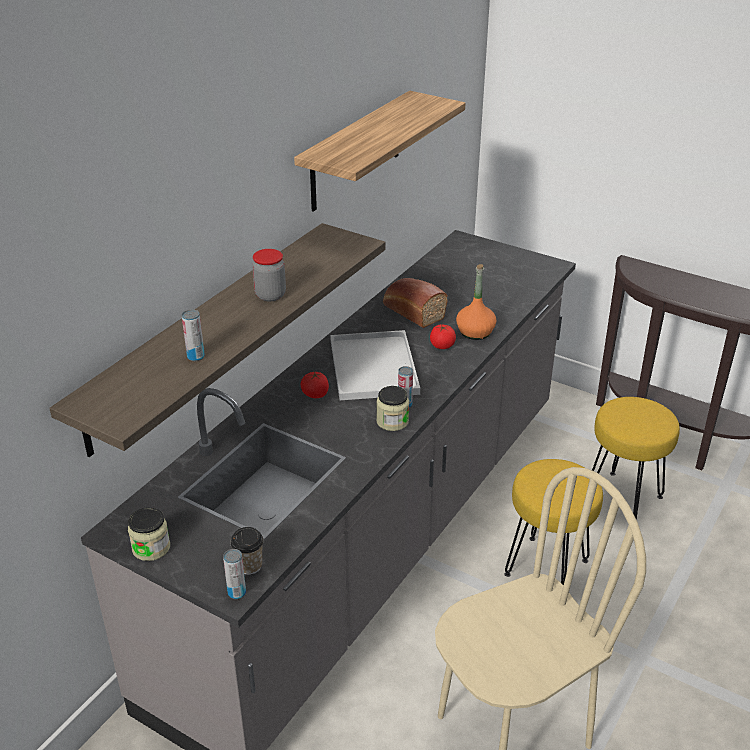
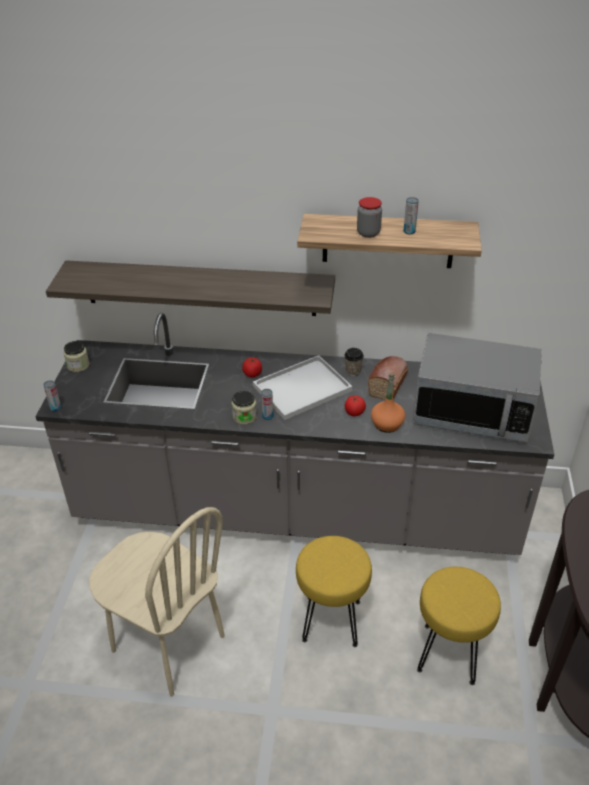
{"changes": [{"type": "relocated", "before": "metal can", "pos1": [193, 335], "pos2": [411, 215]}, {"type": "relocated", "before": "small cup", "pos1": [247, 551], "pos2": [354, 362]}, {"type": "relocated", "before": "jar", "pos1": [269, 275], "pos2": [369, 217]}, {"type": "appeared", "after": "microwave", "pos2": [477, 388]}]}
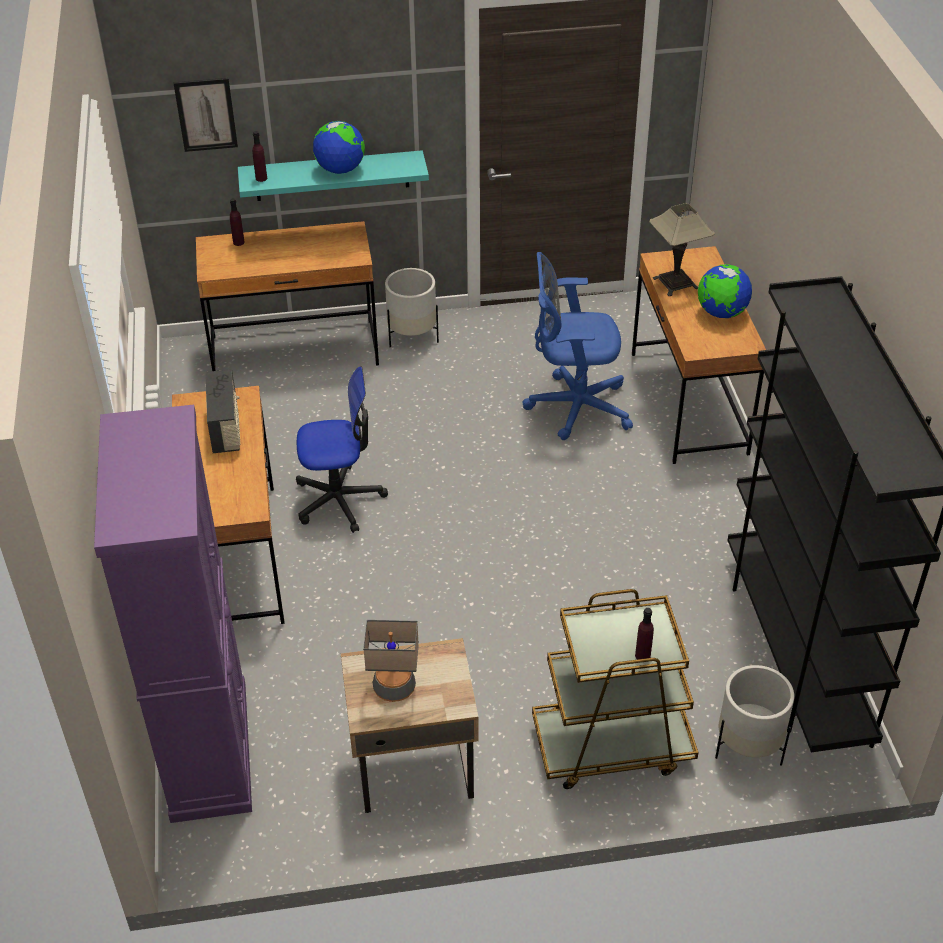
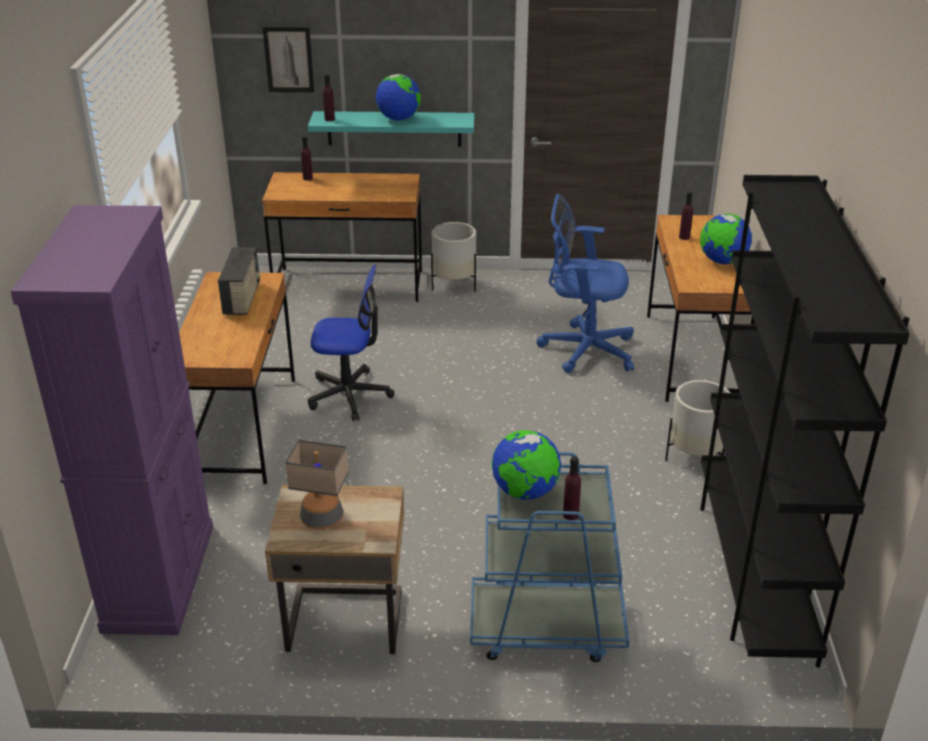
{"changes": [{"type": "colour", "before": "wheeled cart (brown)", "after": "wheeled cart (blue-coloured)", "pos1": [615, 689], "pos2": [549, 557]}, {"type": "exchanged", "before": "tabletop lamp", "after": "drink bottle (purple)", "pos1": [682, 249], "pos2": [686, 216]}, {"type": "relocated", "before": "planter (white-coloured)", "pos1": [754, 715], "pos2": [697, 420]}, {"type": "appeared", "after": "globe", "pos2": [526, 465]}]}
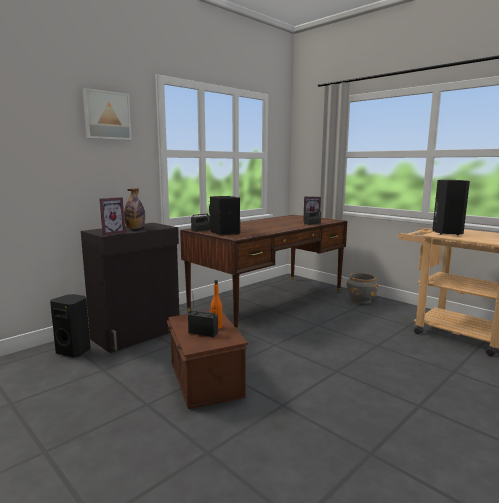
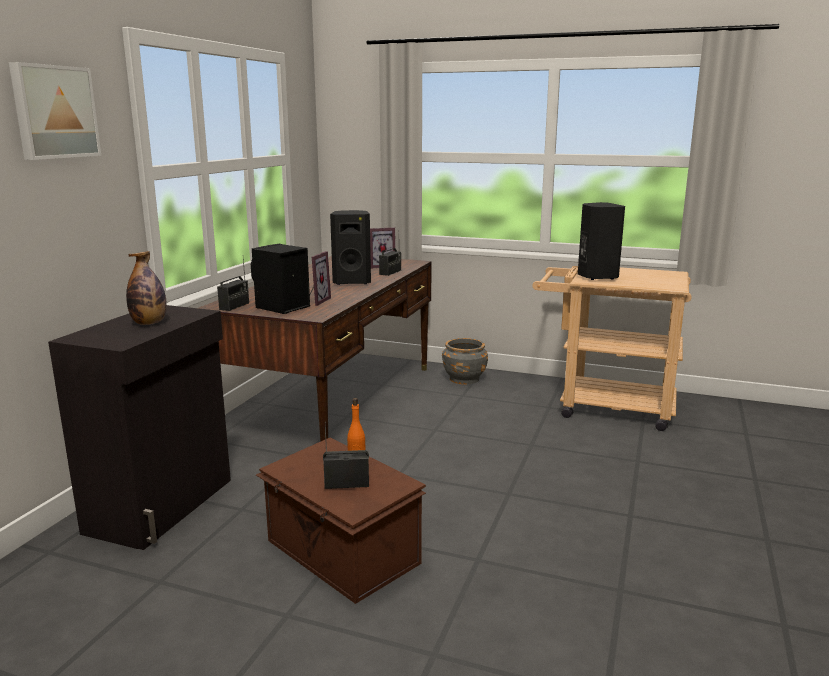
{"changes": [{"type": "relocated", "before": "loudspeaker (black)", "pos1": [70, 326], "pos2": [350, 247]}, {"type": "relocated", "before": "standing frame", "pos1": [112, 216], "pos2": [320, 278]}]}
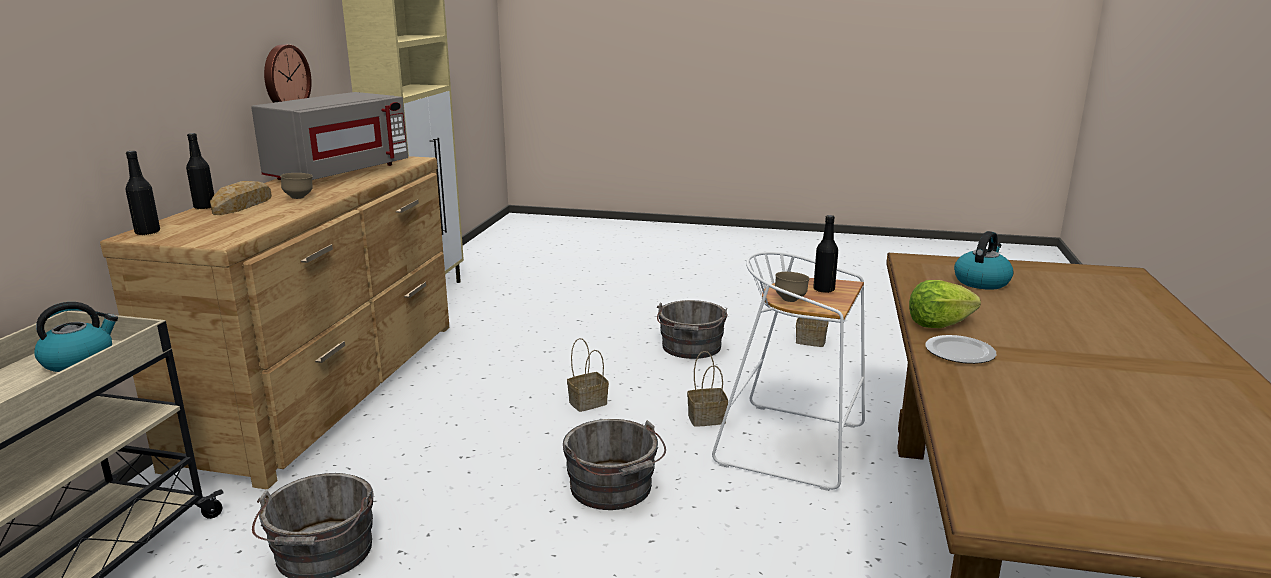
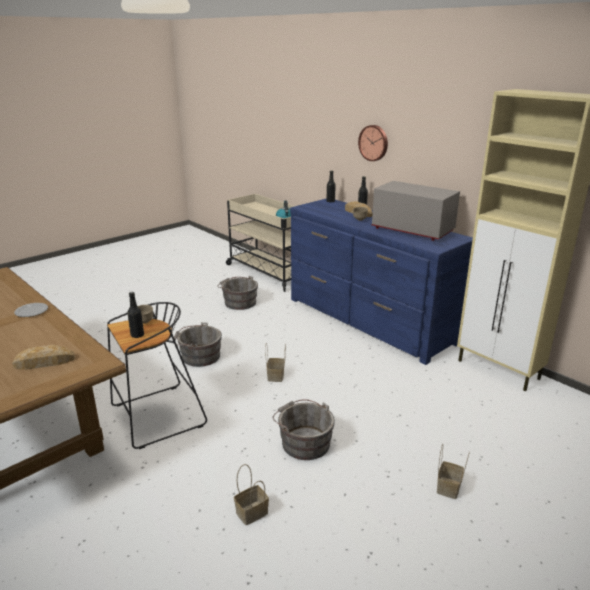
{"changes": [{"type": "colour", "before": "dresser (brown)", "after": "dresser (blue-coloured)", "pos1": [274, 322], "pos2": [381, 281]}, {"type": "spun", "before": "microwave (grey)", "pos1": [329, 136], "pos2": [415, 211], "turn": 150}, {"type": "relocated", "before": "wall clock", "pos1": [288, 74], "pos2": [373, 143]}, {"type": "relocated", "before": "storage basket", "pos1": [707, 389], "pos2": [453, 471]}, {"type": "colour", "before": "sitting stool (white-coloured)", "after": "sitting stool (black)", "pos1": [788, 371], "pos2": [157, 375]}, {"type": "missing", "before": "lettuce head", "pos1": [945, 304]}, {"type": "exchanged", "before": "kettle", "after": "bread", "pos1": [984, 260], "pos2": [43, 357]}]}
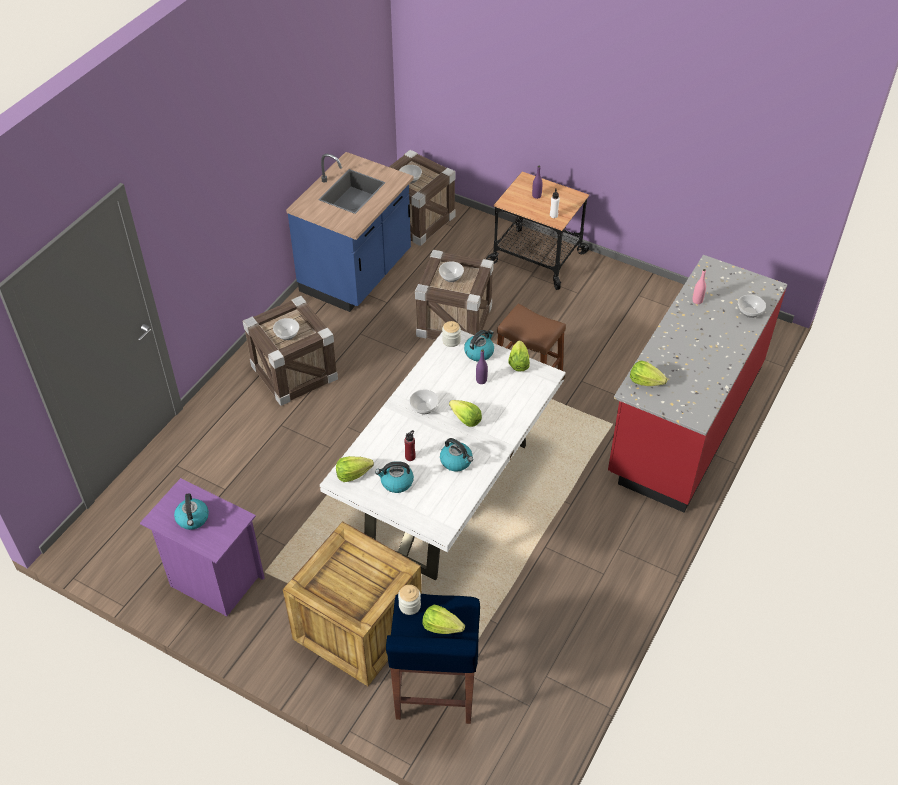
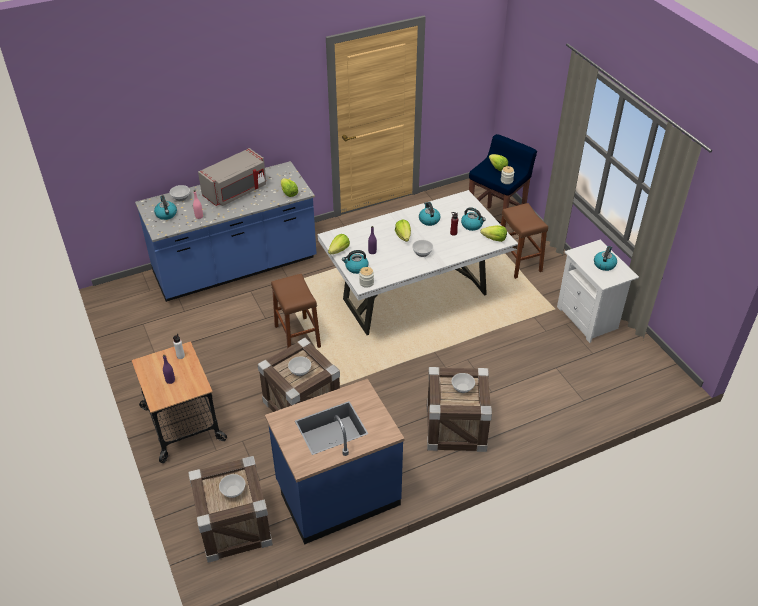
{"changes": [{"type": "colour", "before": "night table (purple)", "after": "night table (white-coloured)", "pos1": [202, 547], "pos2": [598, 291]}, {"type": "exchanged", "before": "shipping crate", "after": "sitting stool (brown)", "pos1": [352, 603], "pos2": [524, 241]}, {"type": "colour", "before": "kitchen counter (red)", "after": "kitchen counter (blue-coloured)", "pos1": [697, 384], "pos2": [226, 231]}, {"type": "appeared", "after": "kettle", "pos2": [165, 208]}, {"type": "appeared", "after": "microwave (grey)", "pos2": [232, 177]}]}
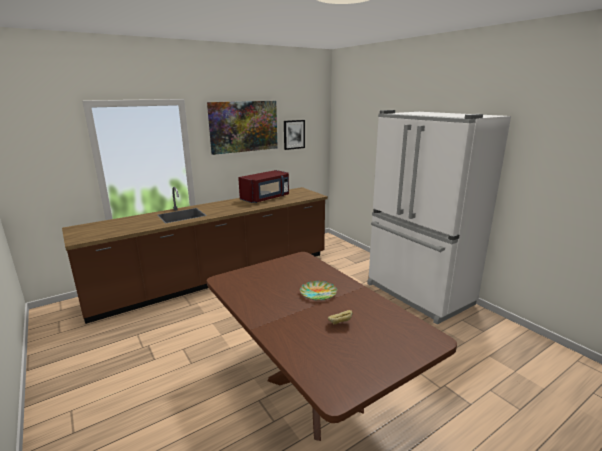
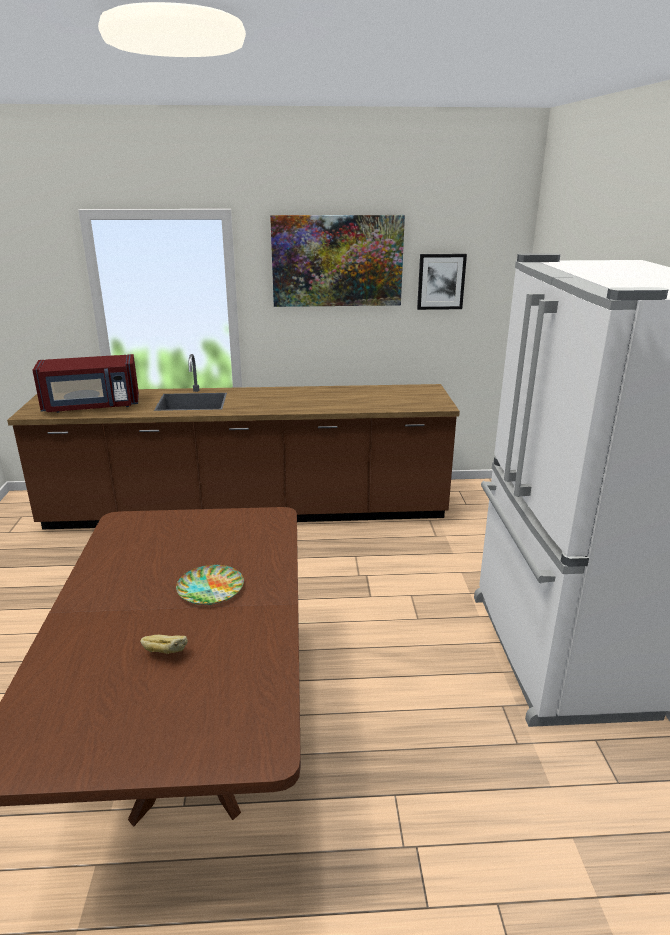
{"changes": [{"type": "relocated", "before": "microwave (red)", "pos1": [263, 186], "pos2": [85, 383]}]}
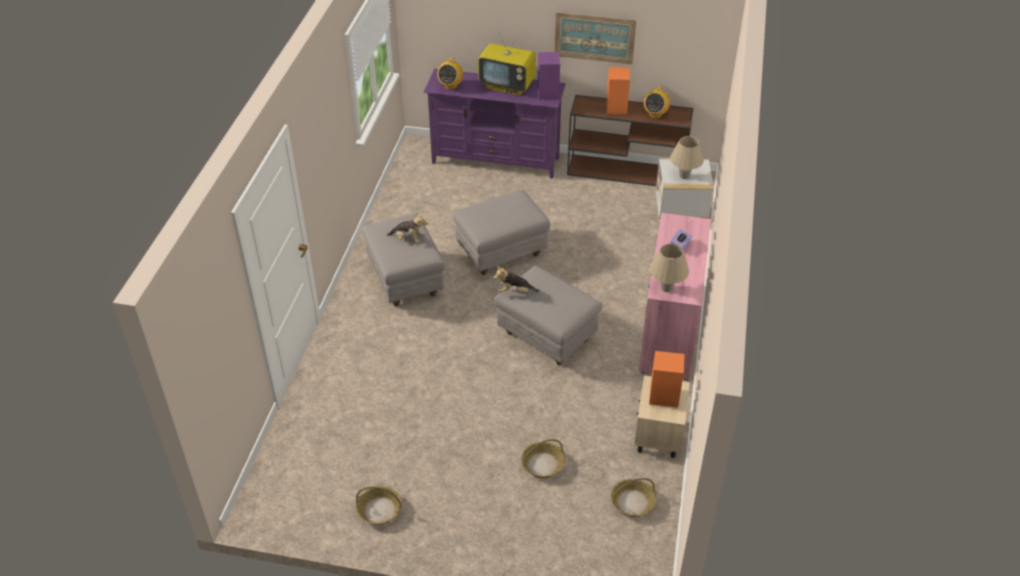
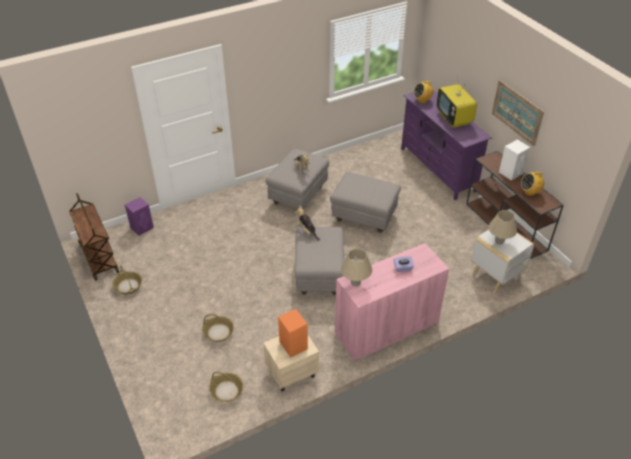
{"changes": [{"type": "relocated", "before": "loudspeaker (purple)", "pos1": [548, 76], "pos2": [139, 216]}, {"type": "colour", "before": "loudspeaker (orange-coloured)", "after": "loudspeaker (white-coloured)", "pos1": [618, 90], "pos2": [514, 160]}, {"type": "appeared", "after": "wheeled cart (brown)", "pos2": [94, 237]}]}
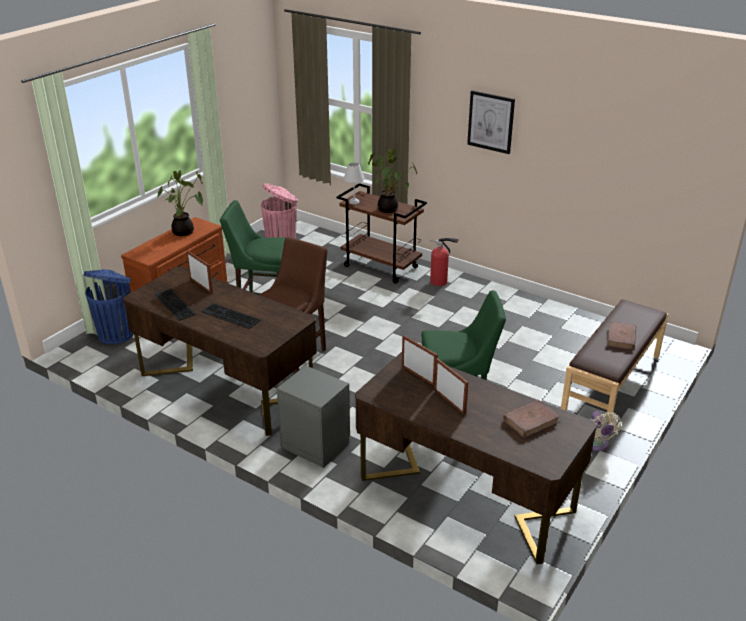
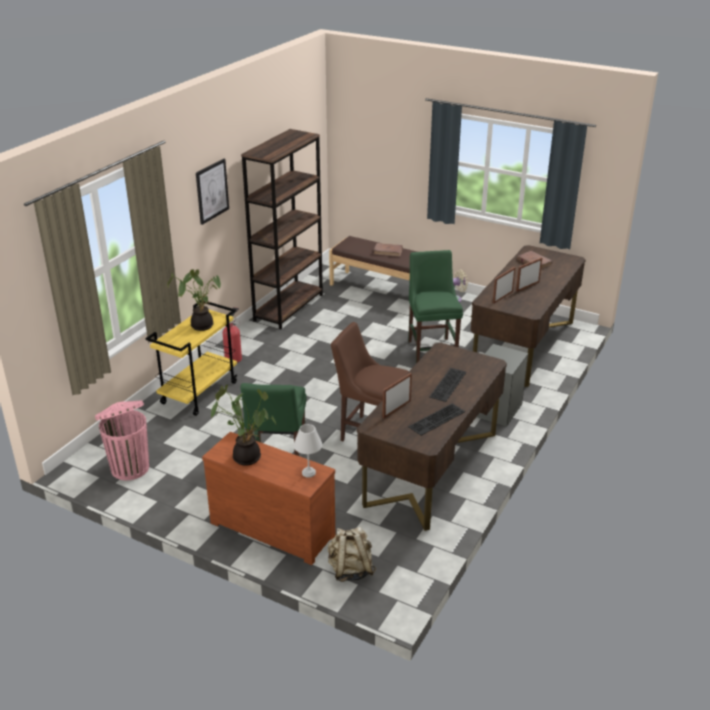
{"changes": [{"type": "exchanged", "before": "waste bin (blue-coloured)", "after": "knapsack (beige-coloured)", "pos1": [109, 306], "pos2": [352, 554]}, {"type": "colour", "before": "wheeled cart (brown)", "after": "wheeled cart (yellow-coloured)", "pos1": [381, 233], "pos2": [191, 358]}, {"type": "relocated", "before": "tabletop lamp (white-coloured)", "pos1": [354, 183], "pos2": [307, 451]}, {"type": "appeared", "after": "bookshelf (brown)", "pos2": [282, 229]}]}
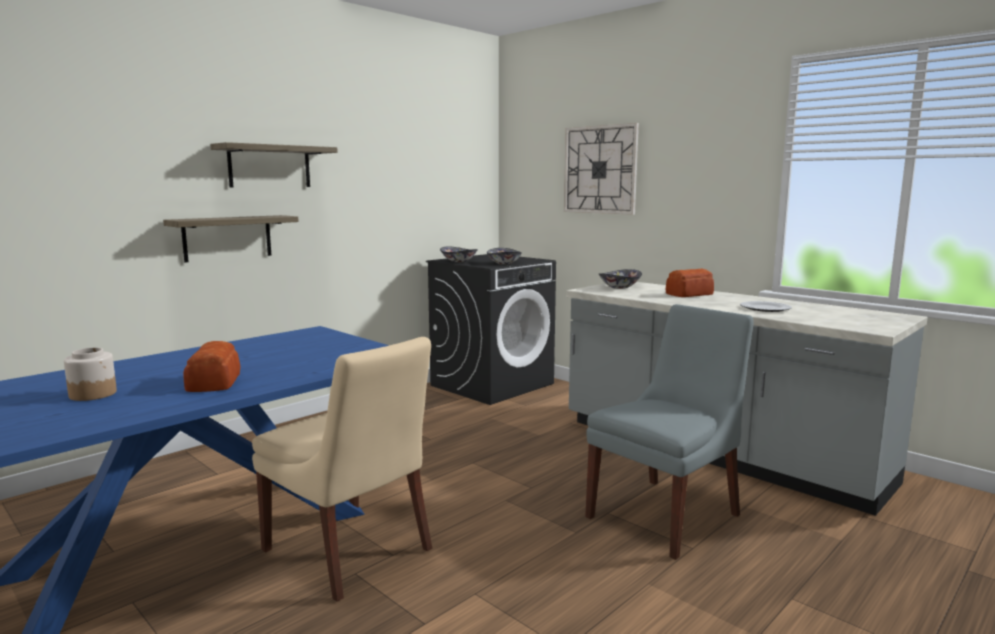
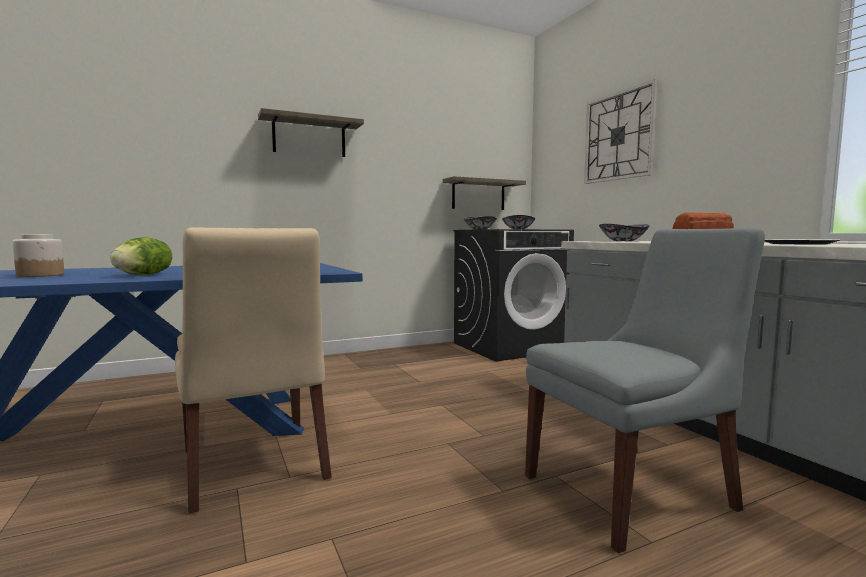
{"changes": [{"type": "relocated", "before": "bracket shelf", "pos1": [231, 238], "pos2": [484, 193]}, {"type": "exchanged", "before": "bread", "after": "lettuce head", "pos1": [212, 366], "pos2": [141, 256]}]}
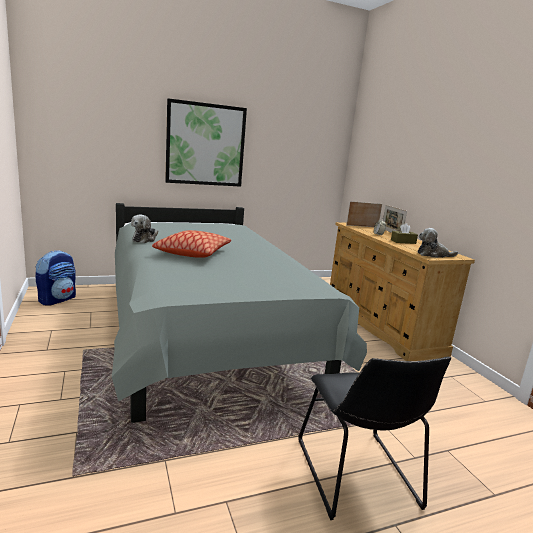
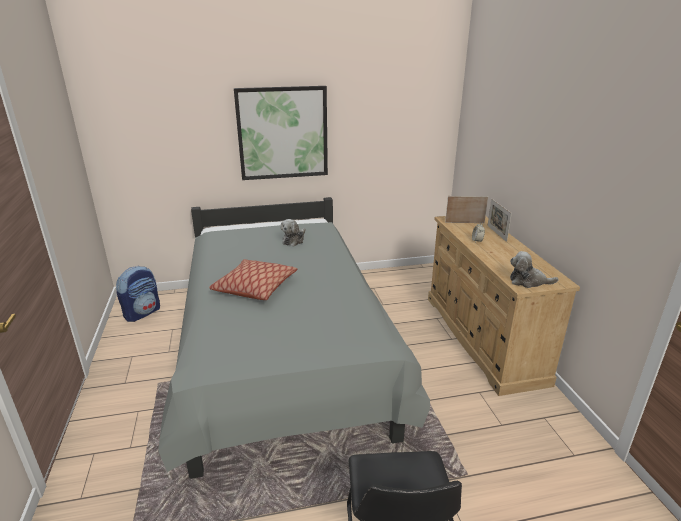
{"changes": [{"type": "relocated", "before": "plush toy", "pos1": [144, 229], "pos2": [293, 232]}, {"type": "missing", "before": "box of tissues (brown)", "pos1": [404, 233]}]}
